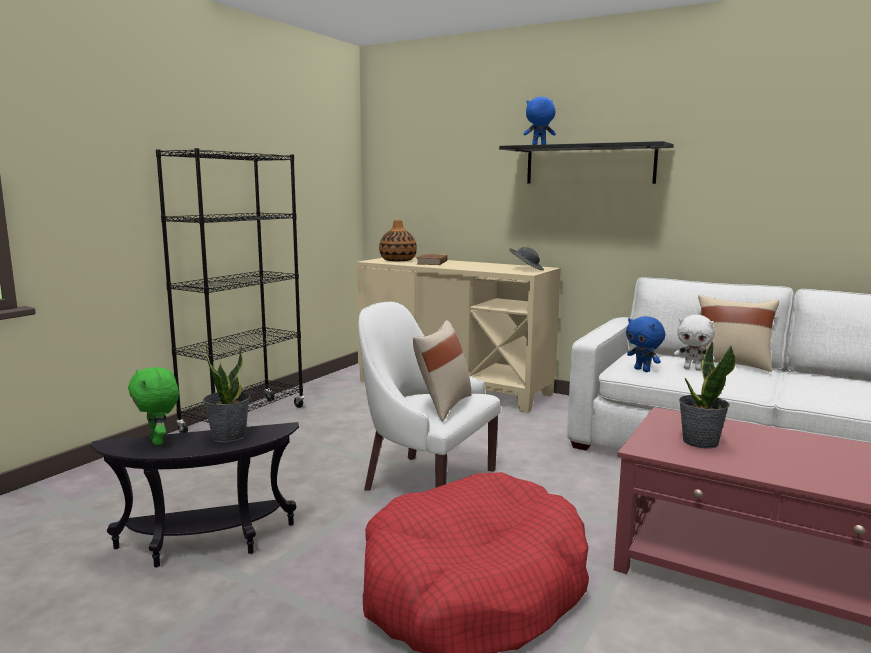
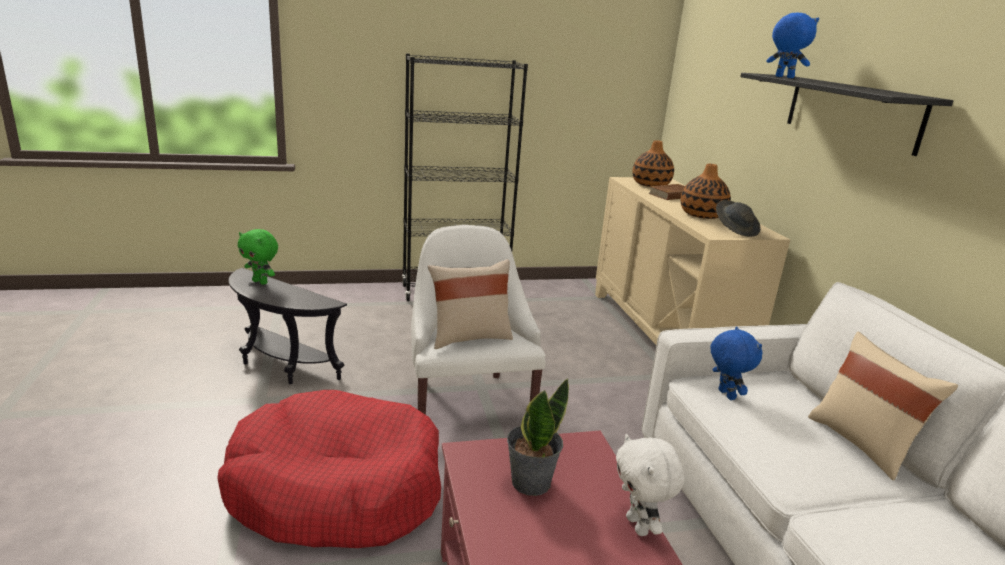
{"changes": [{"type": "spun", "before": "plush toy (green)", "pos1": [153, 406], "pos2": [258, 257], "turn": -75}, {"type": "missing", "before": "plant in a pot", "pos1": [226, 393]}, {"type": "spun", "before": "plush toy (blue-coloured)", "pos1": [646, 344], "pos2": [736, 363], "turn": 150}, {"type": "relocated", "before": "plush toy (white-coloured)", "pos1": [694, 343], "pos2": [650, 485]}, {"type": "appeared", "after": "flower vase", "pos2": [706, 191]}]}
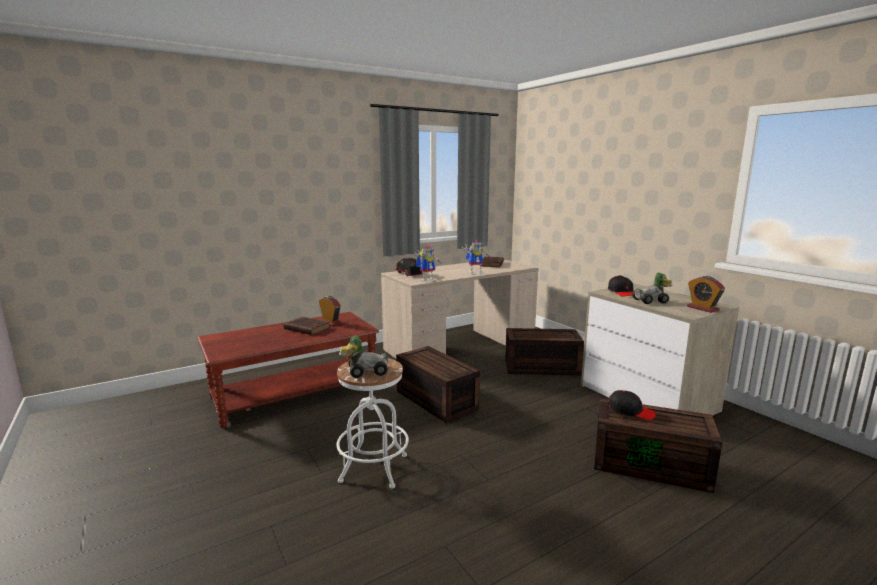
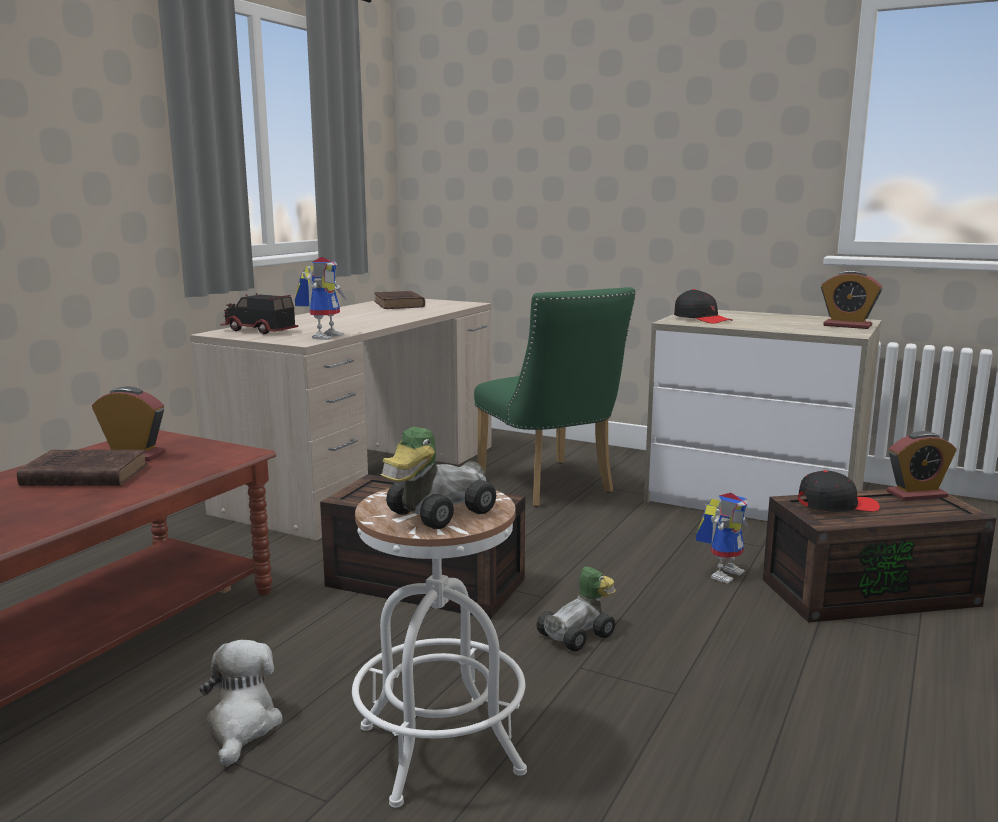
{"changes": [{"type": "relocated", "before": "robot figure", "pos1": [477, 258], "pos2": [723, 538]}, {"type": "exchanged", "before": "storage container (brown)", "after": "upright chair (green)", "pos1": [544, 352], "pos2": [555, 397]}, {"type": "relocated", "before": "model car", "pos1": [652, 288], "pos2": [576, 608]}, {"type": "appeared", "after": "plush toy", "pos2": [241, 703]}, {"type": "appeared", "after": "bedside clock", "pos2": [922, 466]}]}
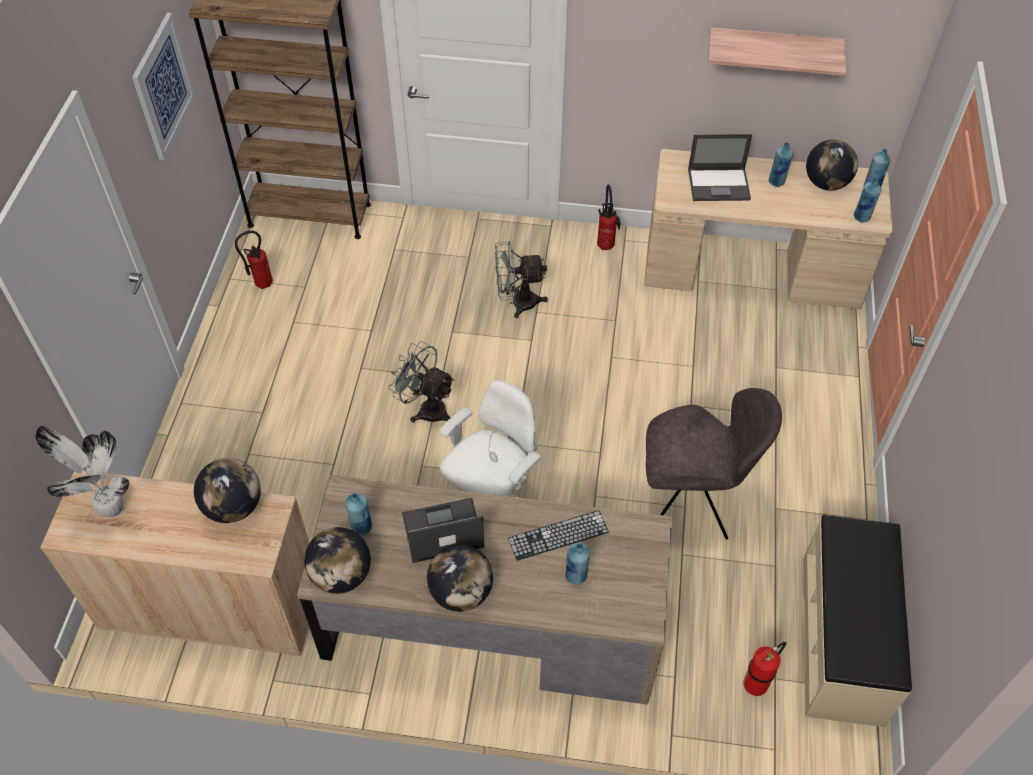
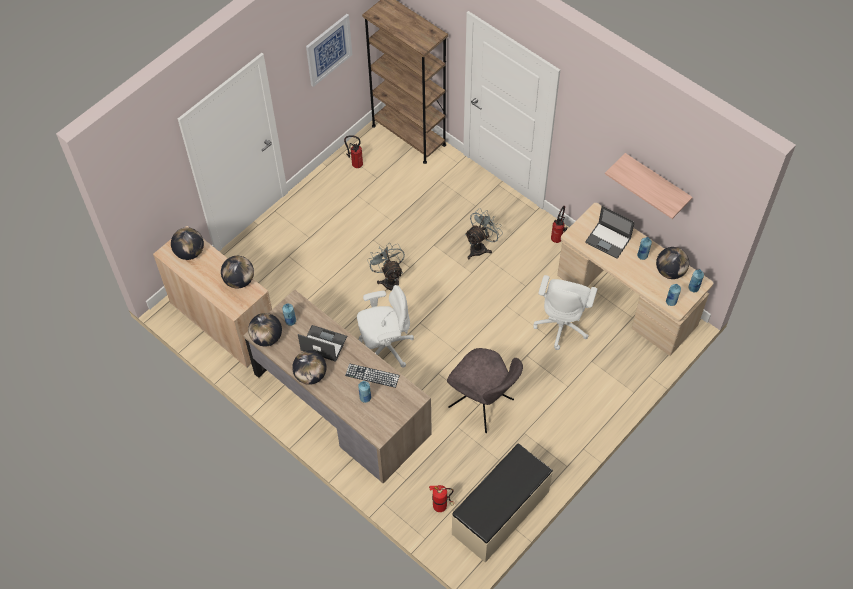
{"changes": [{"type": "exchanged", "before": "plant in a pot", "after": "globe", "pos1": [82, 472], "pos2": [187, 243]}, {"type": "spun", "before": "fan (grey)", "pos1": [521, 279], "pos2": [484, 233], "turn": 105}, {"type": "appeared", "after": "computer chair (white-coloured)", "pos2": [565, 312]}]}
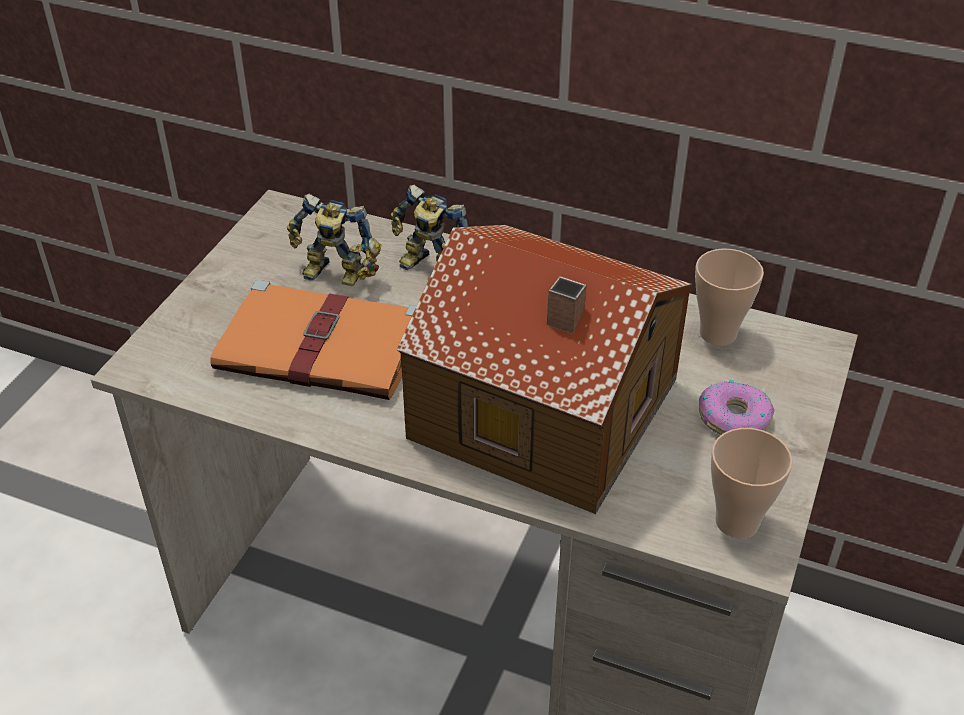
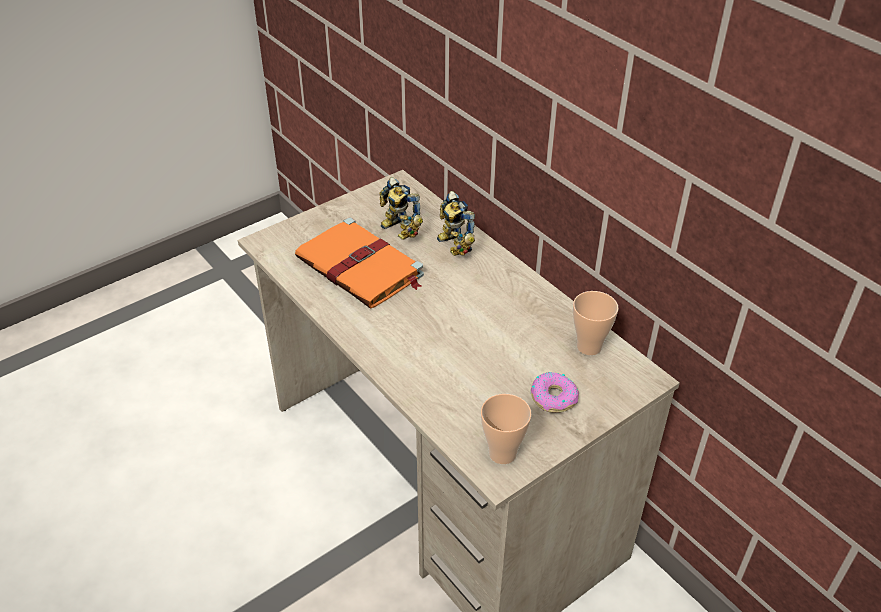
{"changes": [{"type": "missing", "before": "model house", "pos1": [544, 369]}]}
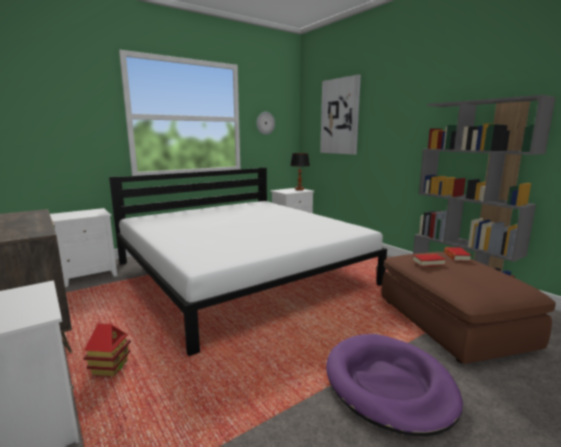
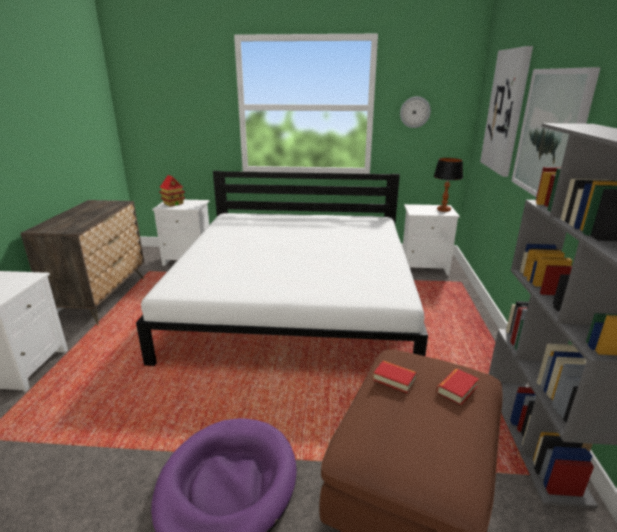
{"changes": [{"type": "relocated", "before": "model house", "pos1": [107, 349], "pos2": [172, 191]}, {"type": "appeared", "after": "wall picture", "pos2": [556, 132]}]}
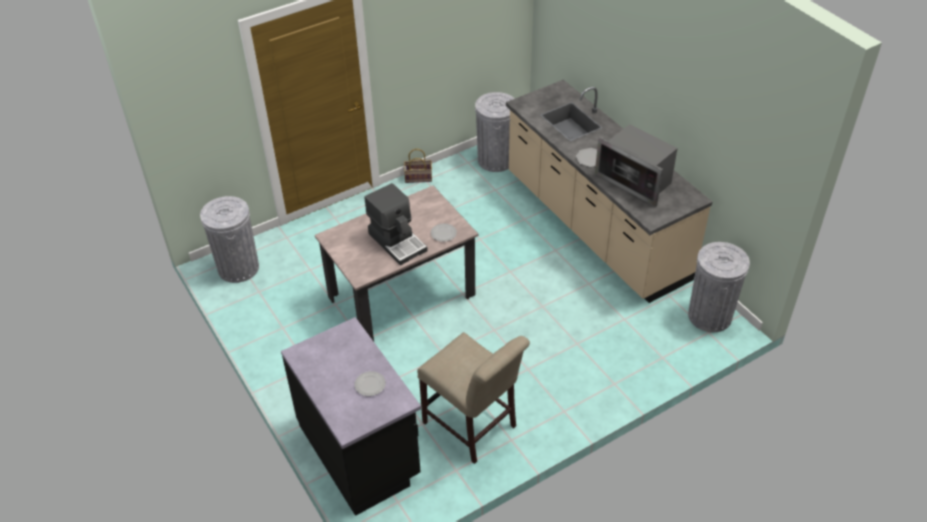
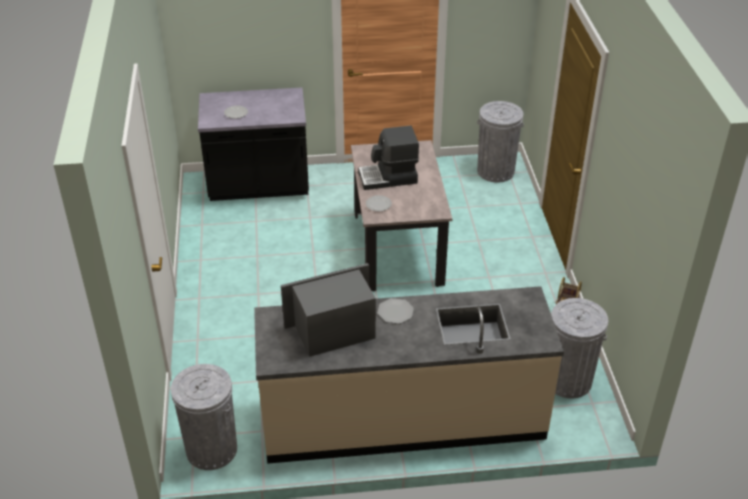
{"changes": [{"type": "missing", "before": "upright chair (beige-coloured)", "pos1": [473, 398]}]}
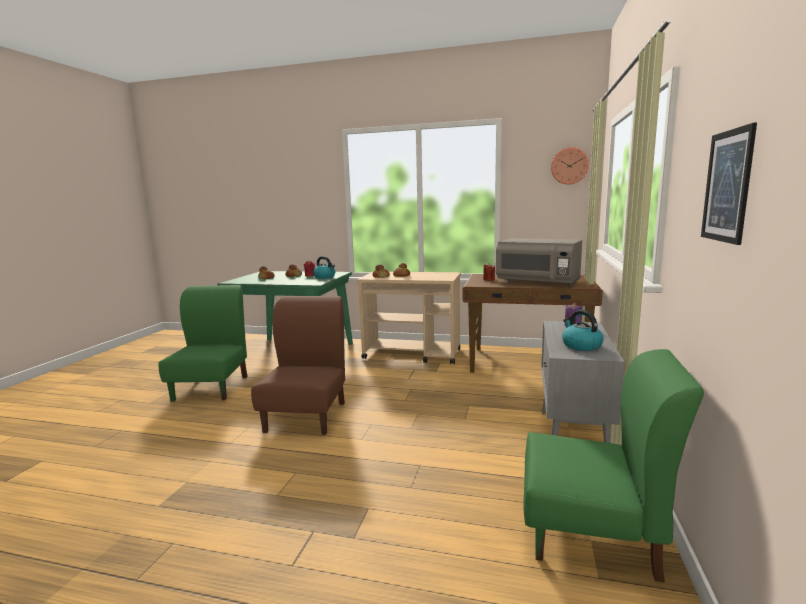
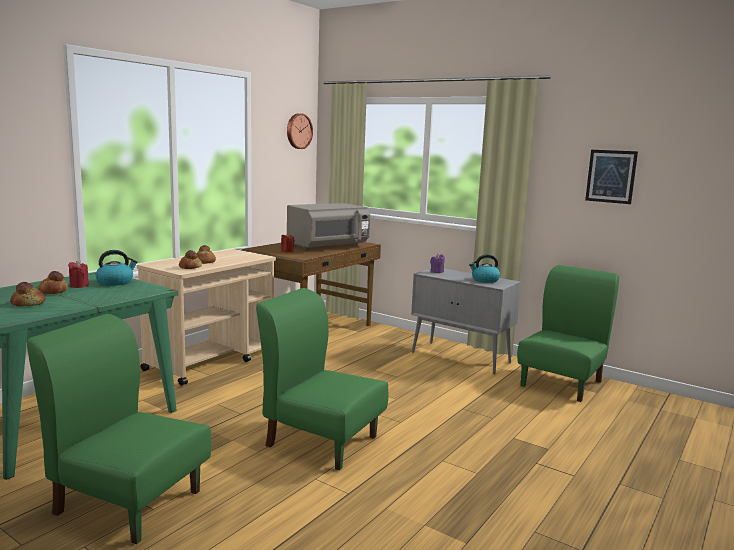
{"changes": [{"type": "colour", "before": "upright chair (brown)", "after": "upright chair (green)", "pos1": [298, 365], "pos2": [322, 379]}]}
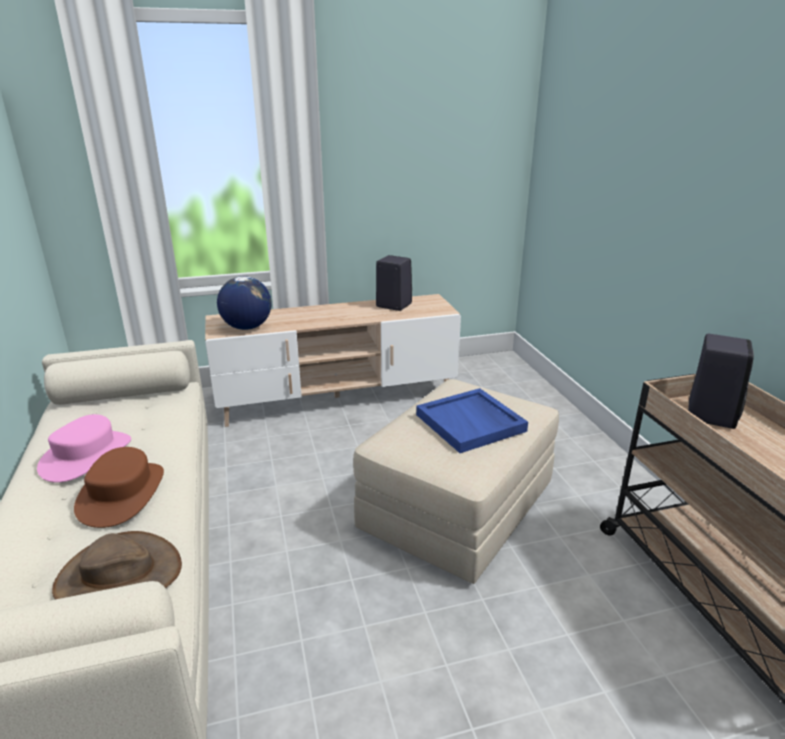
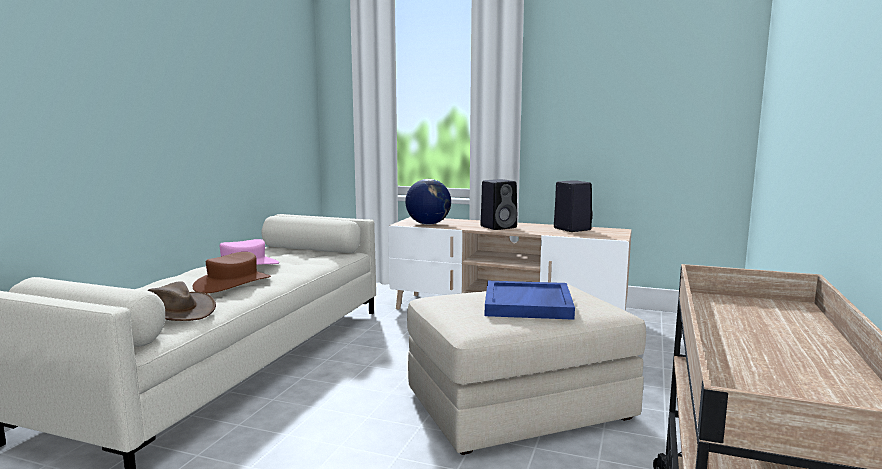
{"changes": [{"type": "relocated", "before": "loudspeaker (black)", "pos1": [721, 381], "pos2": [499, 204]}]}
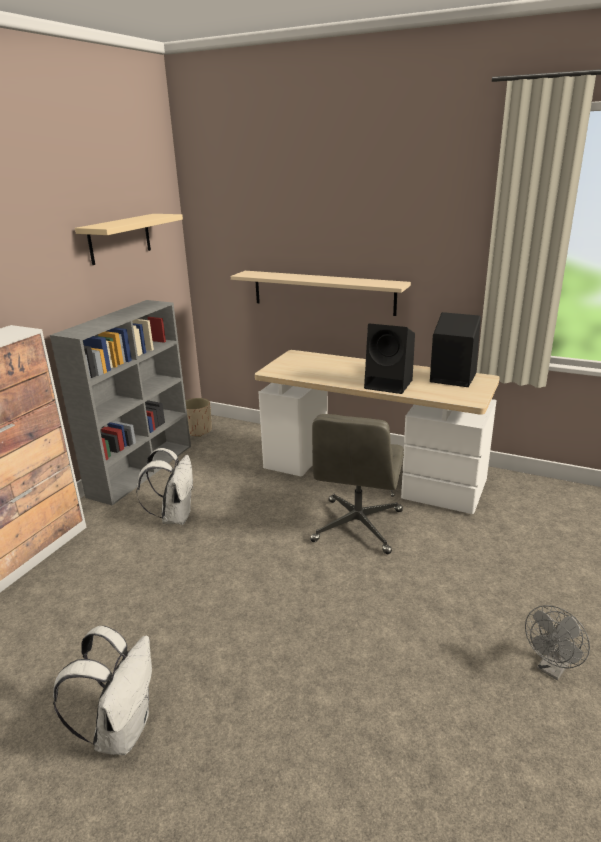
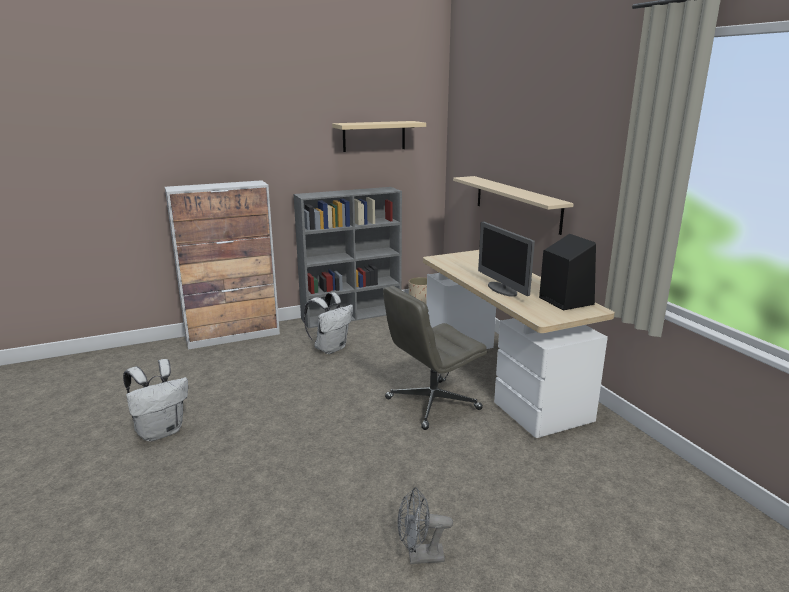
{"changes": [{"type": "exchanged", "before": "loudspeaker (black)", "after": "computer screen", "pos1": [389, 359], "pos2": [506, 259]}]}
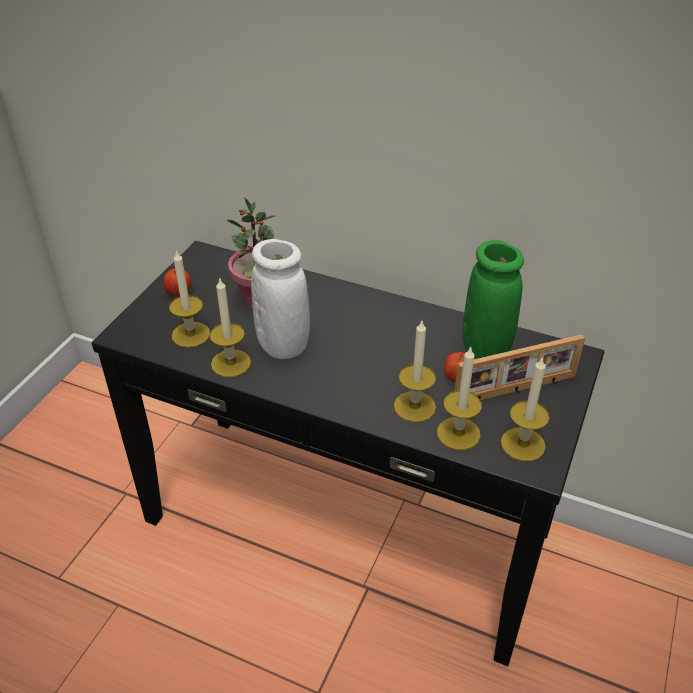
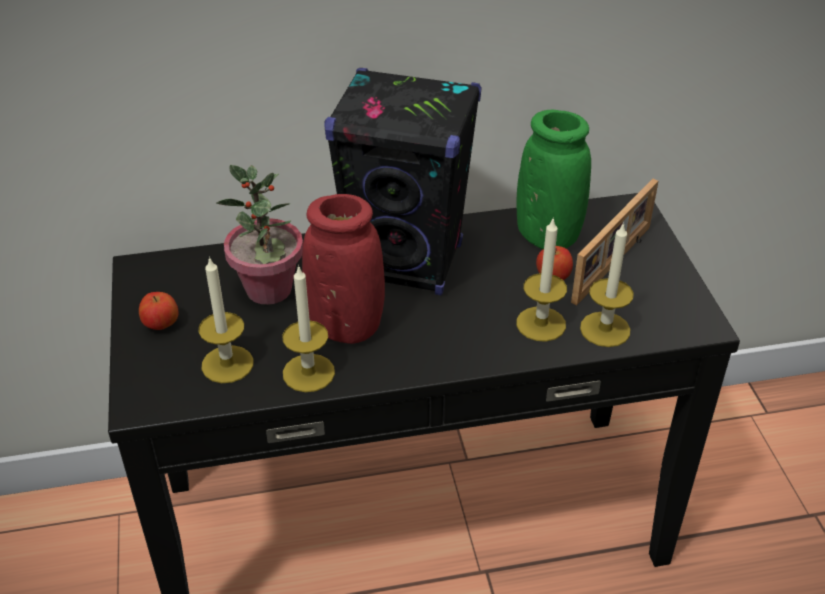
{"changes": [{"type": "colour", "before": "flower vase (white-coloured)", "after": "flower vase (red)", "pos1": [280, 299], "pos2": [343, 269]}, {"type": "missing", "before": "wax candle", "pos1": [525, 409]}, {"type": "appeared", "after": "loudspeaker (black)", "pos2": [403, 182]}]}
